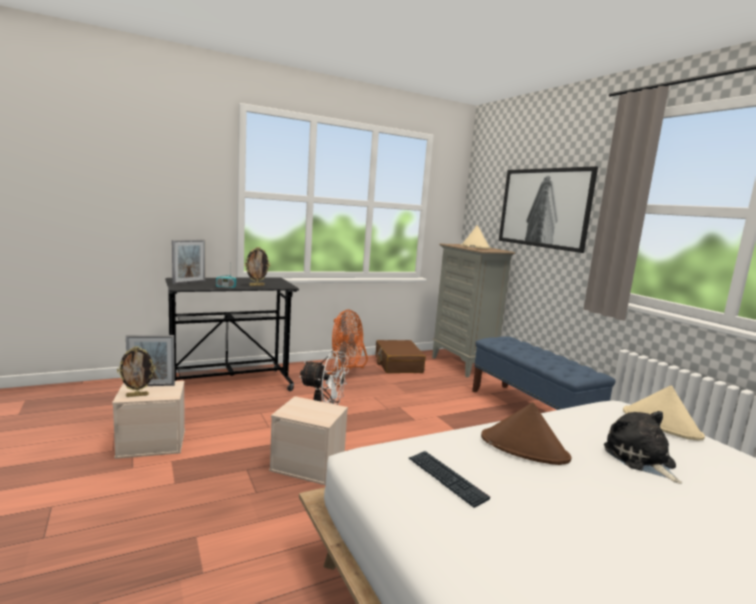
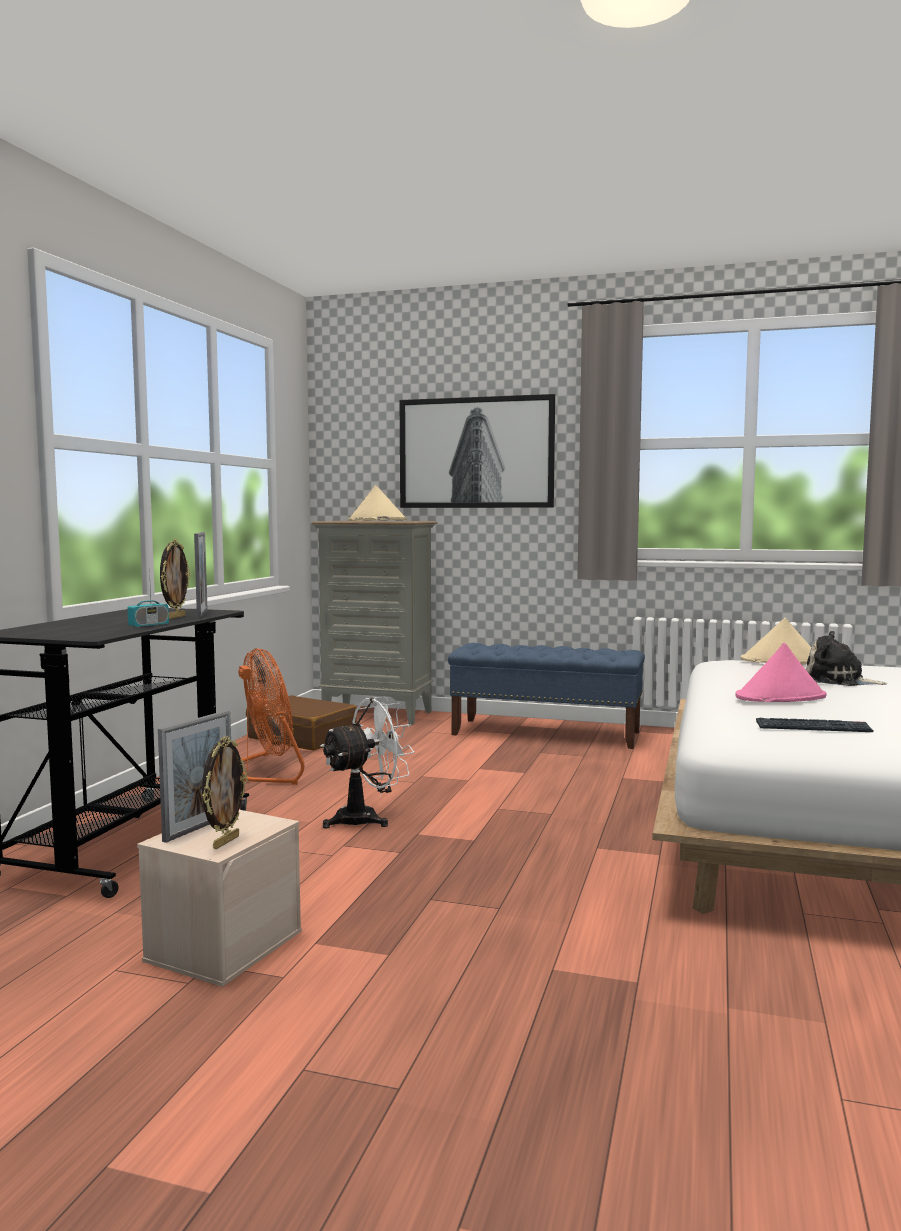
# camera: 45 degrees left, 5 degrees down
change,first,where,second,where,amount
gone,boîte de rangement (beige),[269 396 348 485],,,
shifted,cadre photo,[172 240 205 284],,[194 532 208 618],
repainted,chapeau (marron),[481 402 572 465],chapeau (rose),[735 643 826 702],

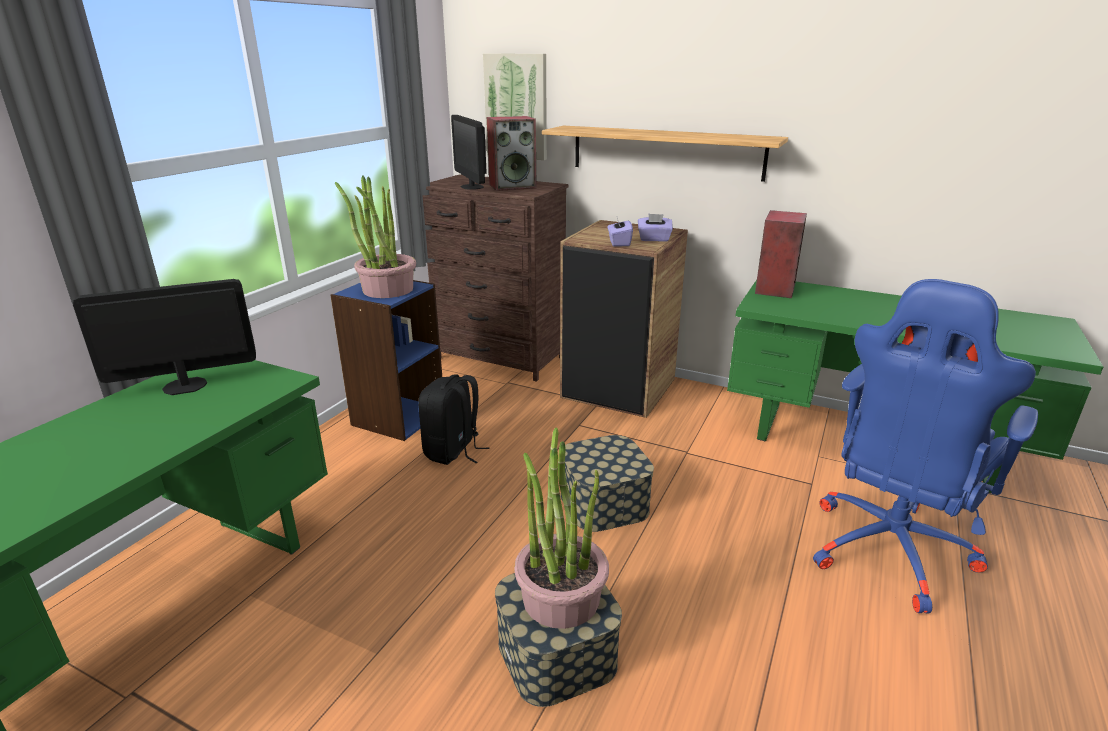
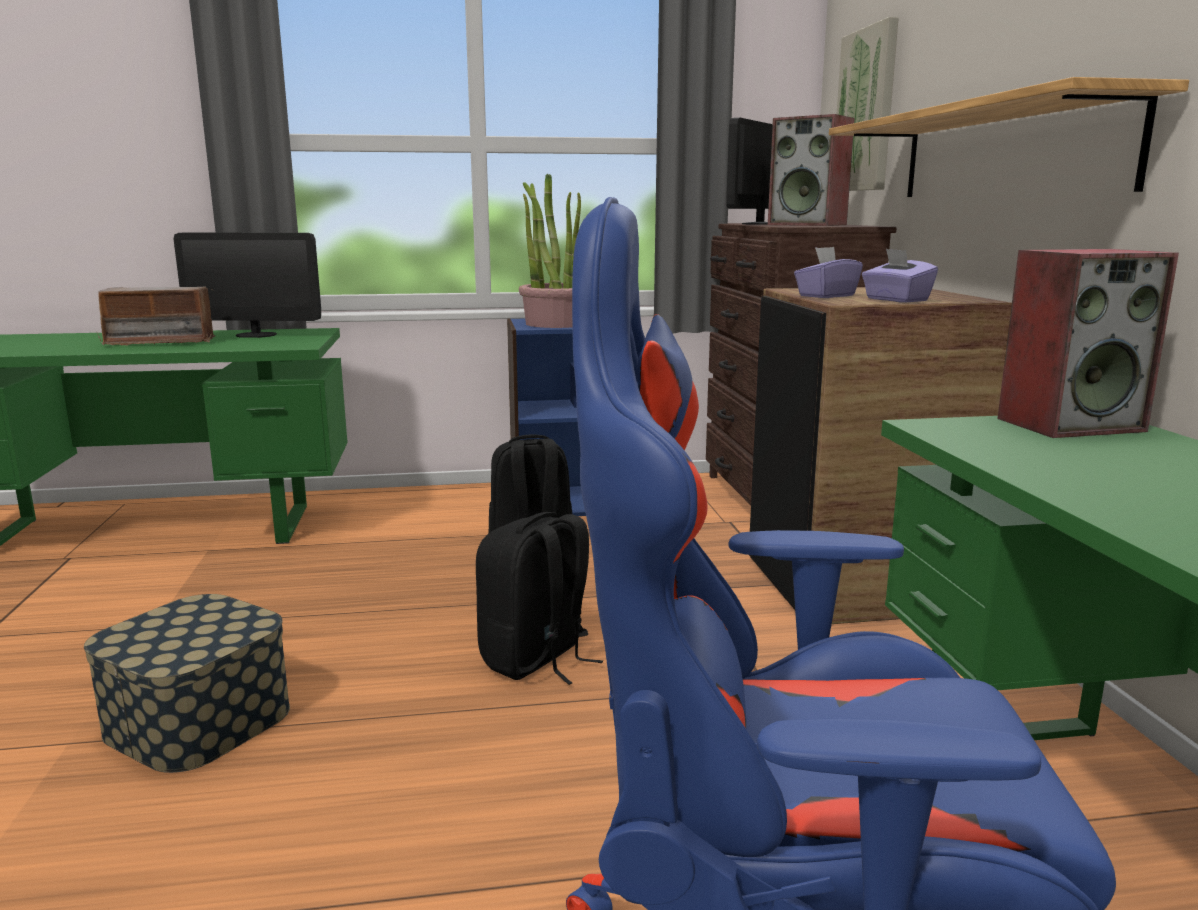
# camera: 55 degrees right, 10 degrees down
change,first,where,second,where,amount
gone,plante en pot,[514 427 609 629],,,
new,,,radio,[97 286 215 345],
swapped,boîte de rangement,[560 435 654 532],sac à dos (noir),[476 512 603 685],
rotated,écran d'ordinateur,[73 279 256 395],,[174 233 321 338],150 degrees clockwise

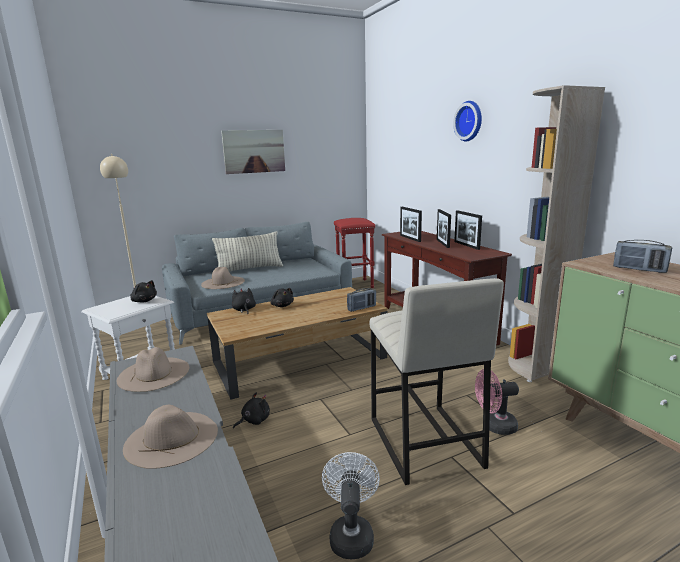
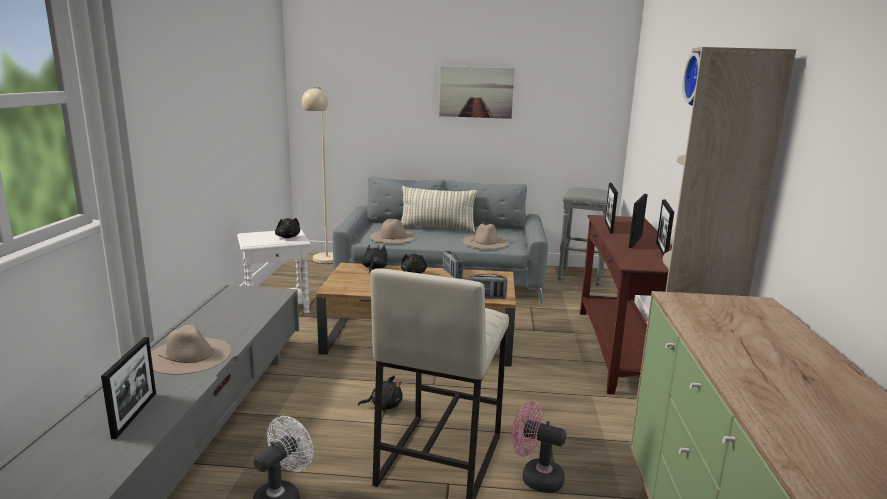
# camera: 30 degrees right, 0 degrees up
change,first,where,second,where,amount
new,,,cadre photo,[101 337 156 439],
shifted,chapeau (beige),[116 347 189 392],,[462 224 510 249],
shifted,peluche (noir),[233 392 270 429],,[358 376 403 411],
shifted,radio,[613 240 672 273],,[443 251 463 279],
repainted,tabouret (rouge),[334 218 375 288],tabouret (gris),[558 188 608 286],

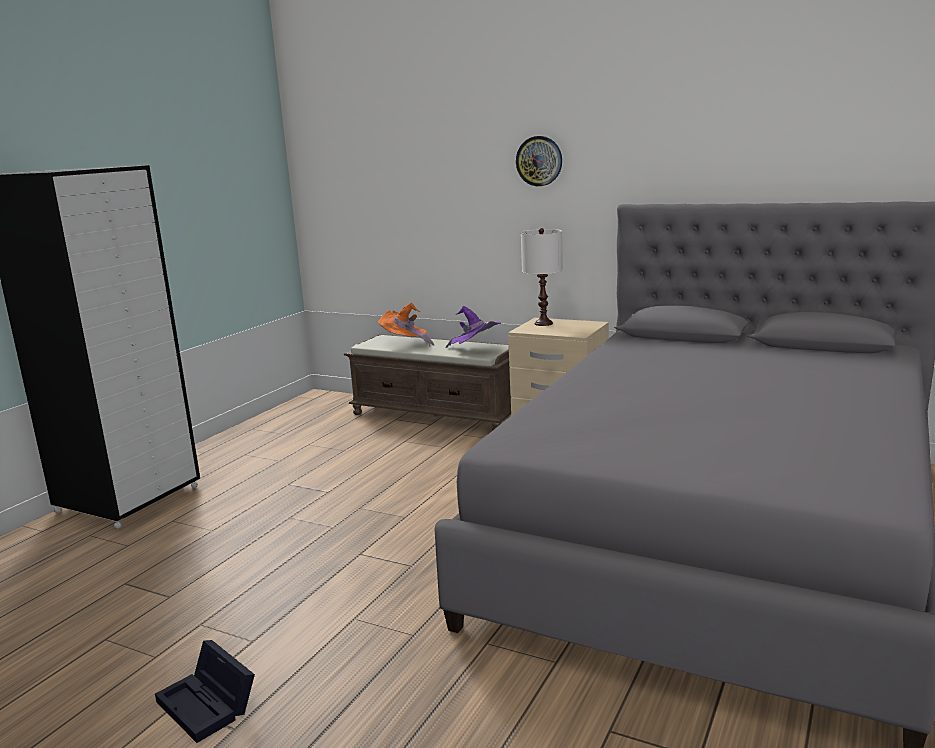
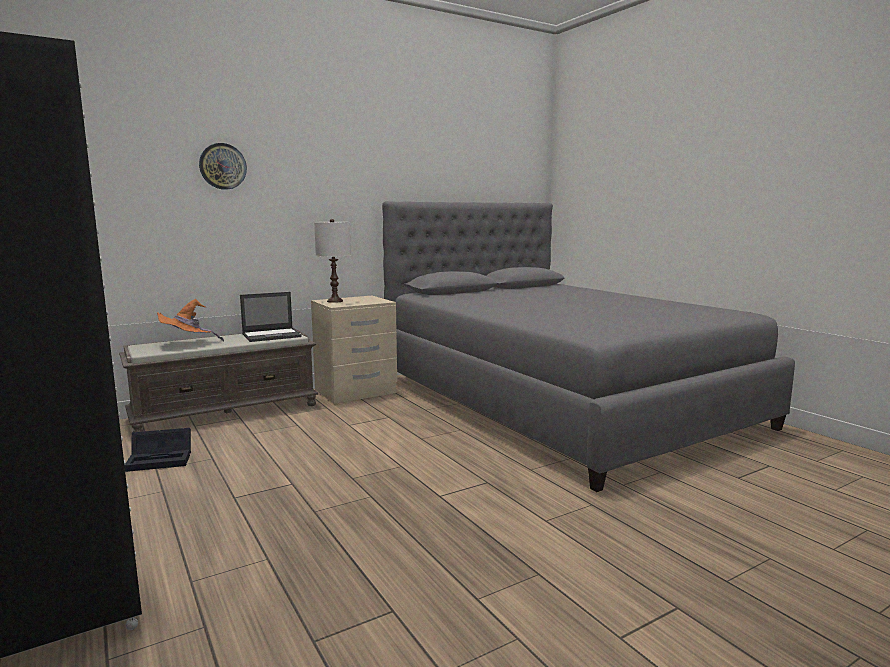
# camera: 60 degrees left, 5 degrees down
change,first,where,second,where,amount
shifted,boîte de rangement (noir),[155 640 255 743],,[124 428 191 472],
shifted,horloge murale,[516 136 562 186],,[199 143 247 190],
swapped,chapeau (violet),[445 306 501 348],ordinateur portable,[240 292 302 342],

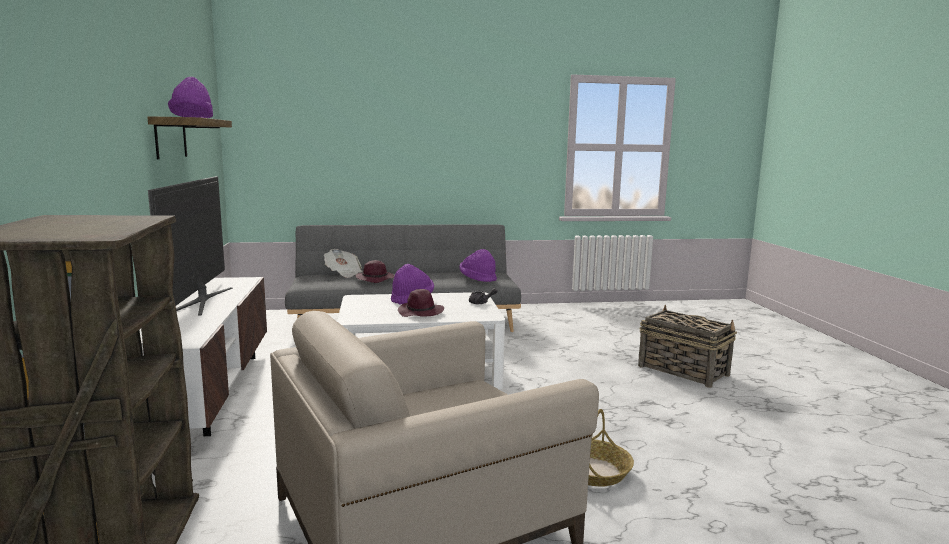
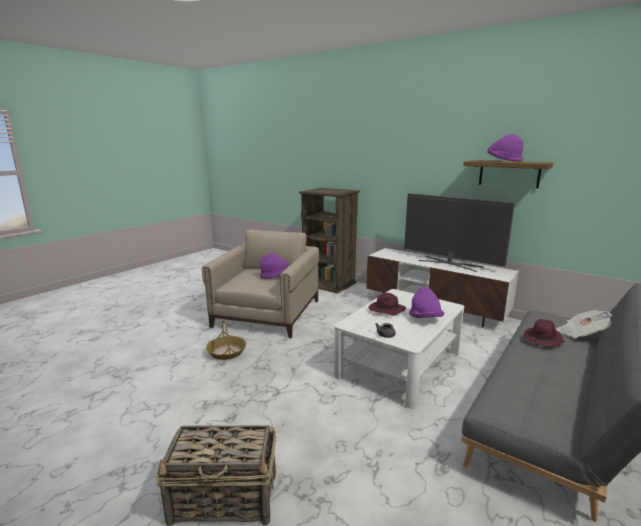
# camera: 135 degrees right, 5 degrees up
change,first,where,second,where,amount
shifted,chapeau (violet),[459 249 497 282],,[260 253 290 279],

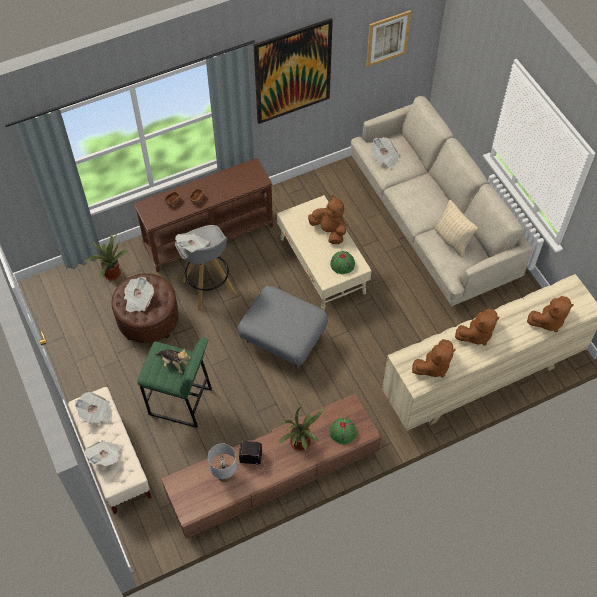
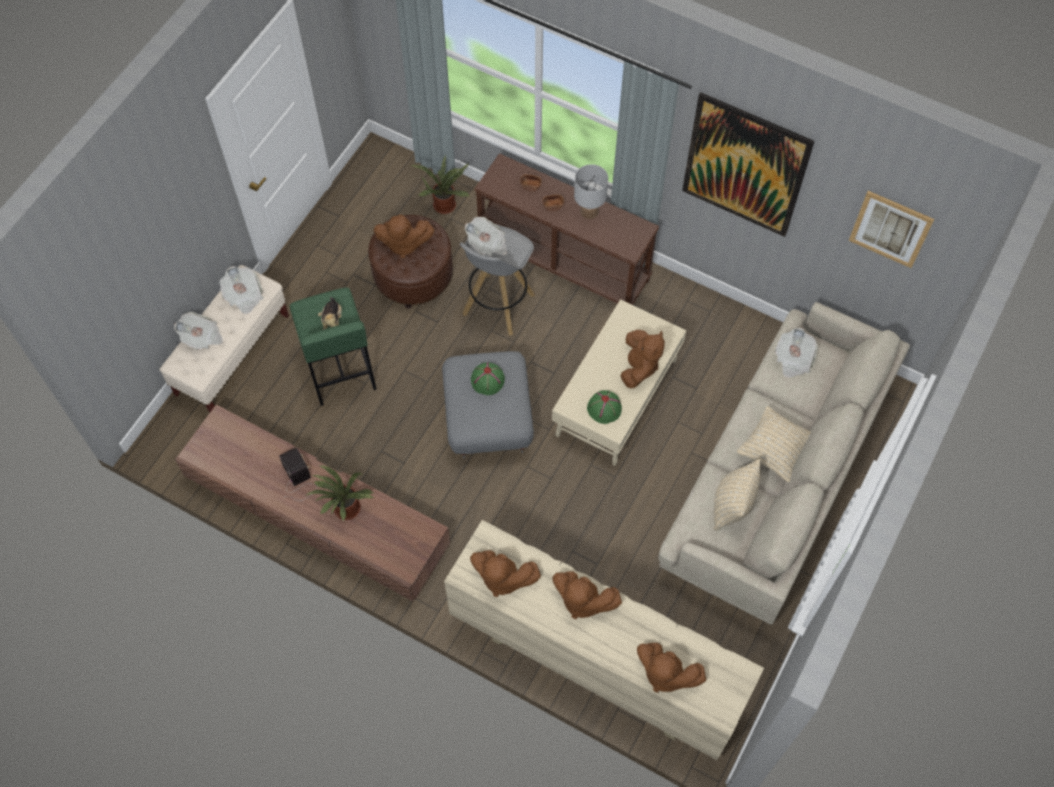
# camera: 55 degrees right, 5 degrees up
change,first,where,second,where,amount
new,,,coussin (beige),[737 406 811 482],
shifted,lampe de table (gris),[208 444 237 482],,[574 164 608 219],
shifted,chapeau (vert),[329 418 357 444],,[471 362 505 395],
swapped,journal,[124 277 154 312],peluche (marron),[374 214 434 258],

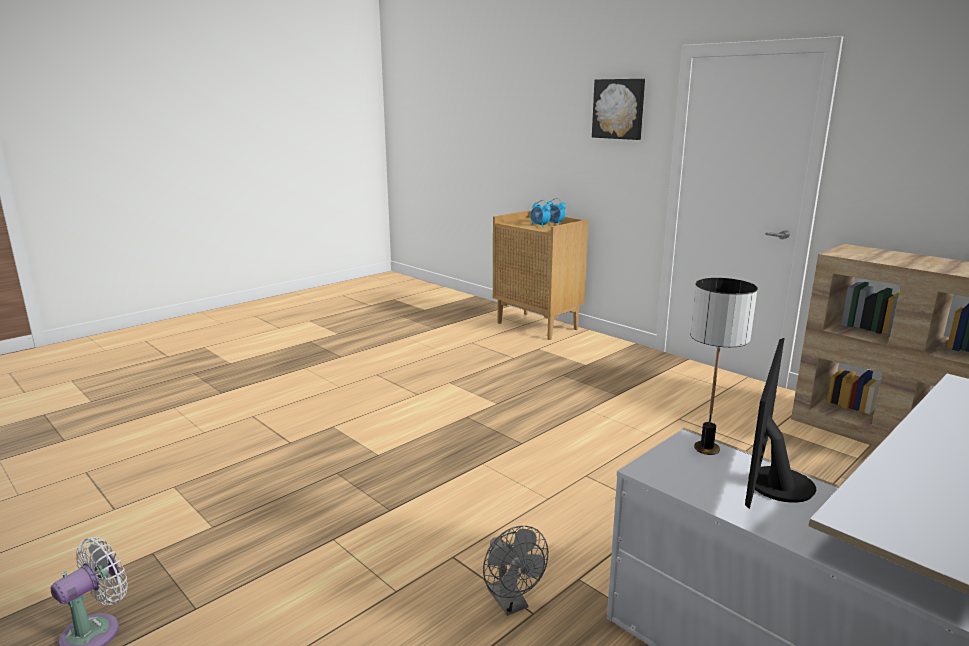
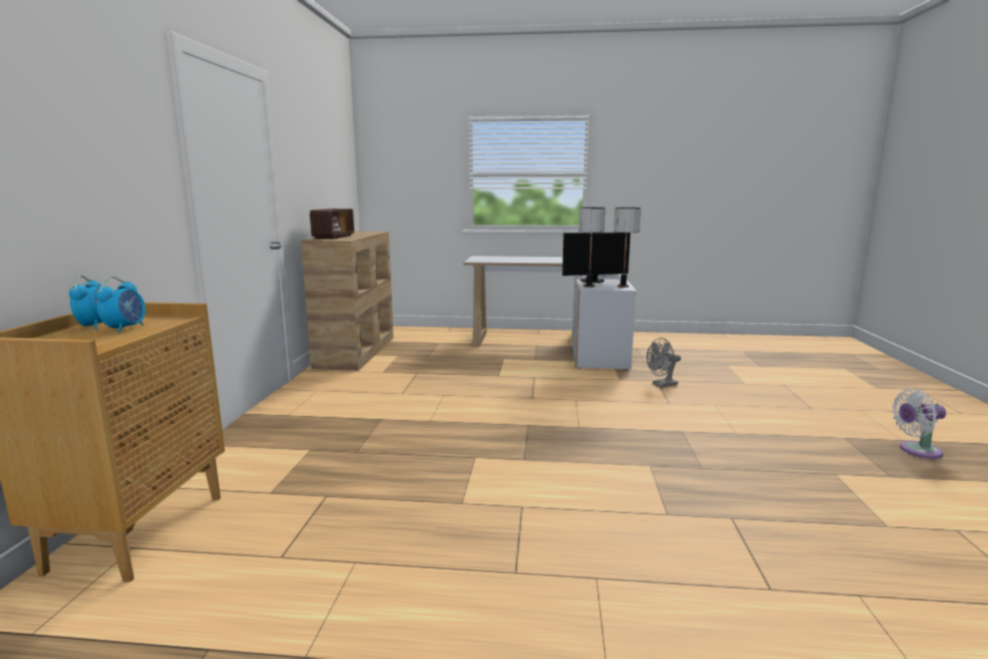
# camera: 130 degrees left, 5 degrees down
change,first,where,second,where,amount
gone,tableau,[592 79 645 140],,,
new,,,radio,[310 209 354 239],
new,,,lampe de table,[614 207 641 288],
rotated,ventilateur (gris),[483 526 548 616],,[646 338 681 387],135 degrees counterclockwise

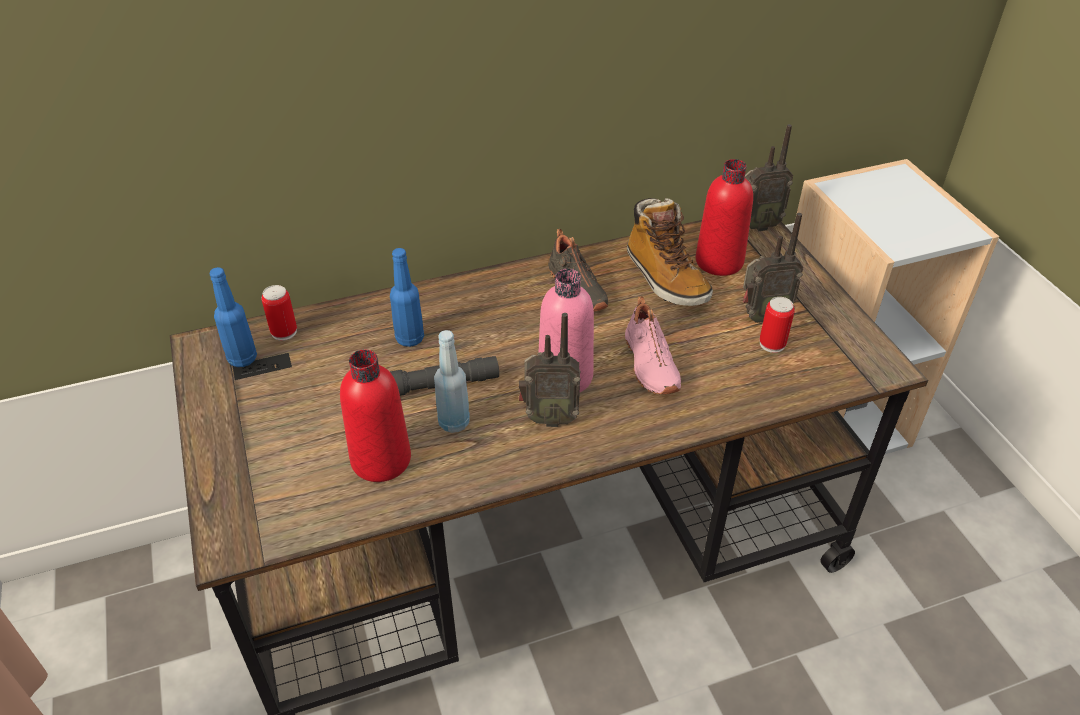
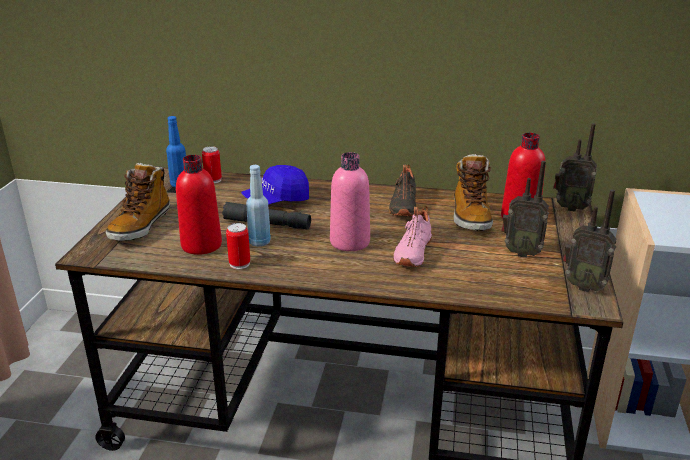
# camera: 30 degrees right, 15 degrees down
change,first,where,second,where,amount
new,,,botte,[106 163 170 242],
shifted,radio,[519 313 581 427],,[563 189 617 292],
shifted,boîte métallique,[759 297 795 353],,[226 223 250 269],
swapped,bouteille (bleu),[390 248 424 347],casquette (bleu),[241 165 309 205],

